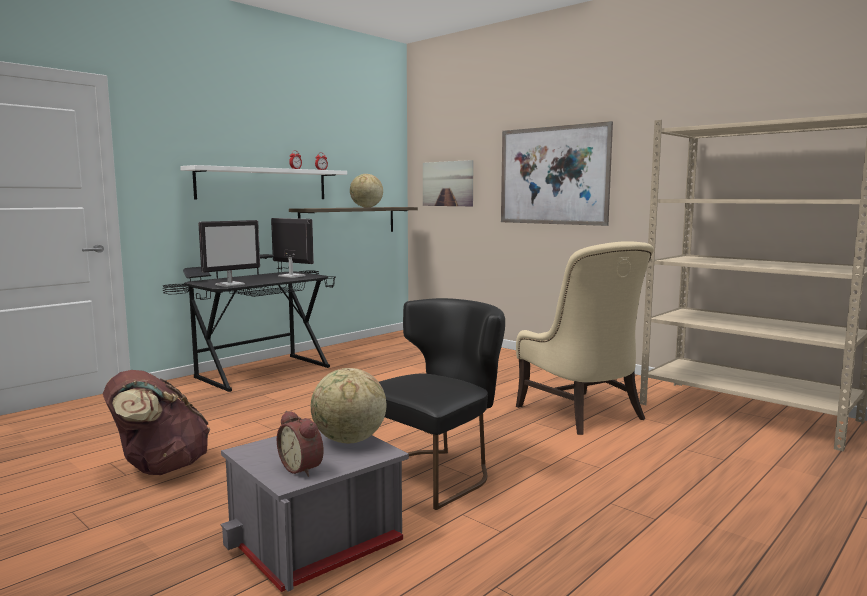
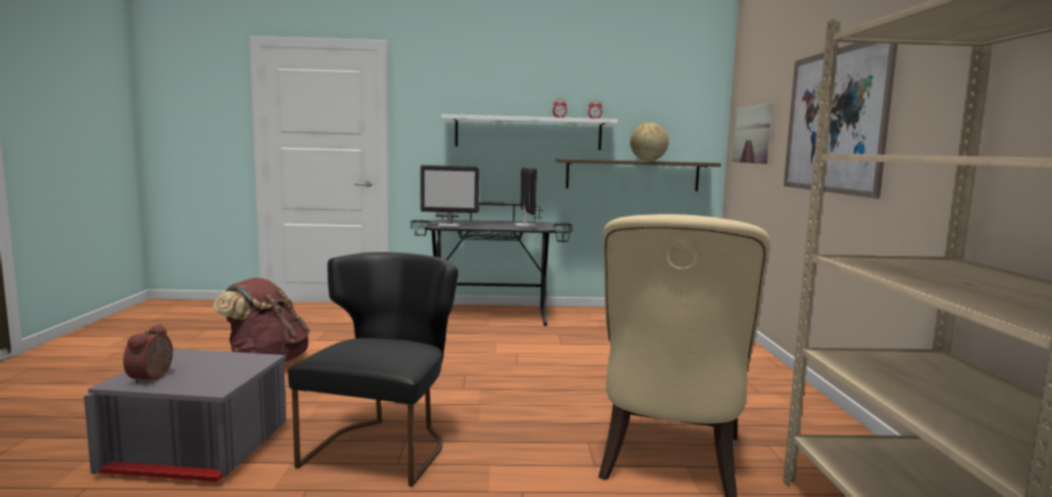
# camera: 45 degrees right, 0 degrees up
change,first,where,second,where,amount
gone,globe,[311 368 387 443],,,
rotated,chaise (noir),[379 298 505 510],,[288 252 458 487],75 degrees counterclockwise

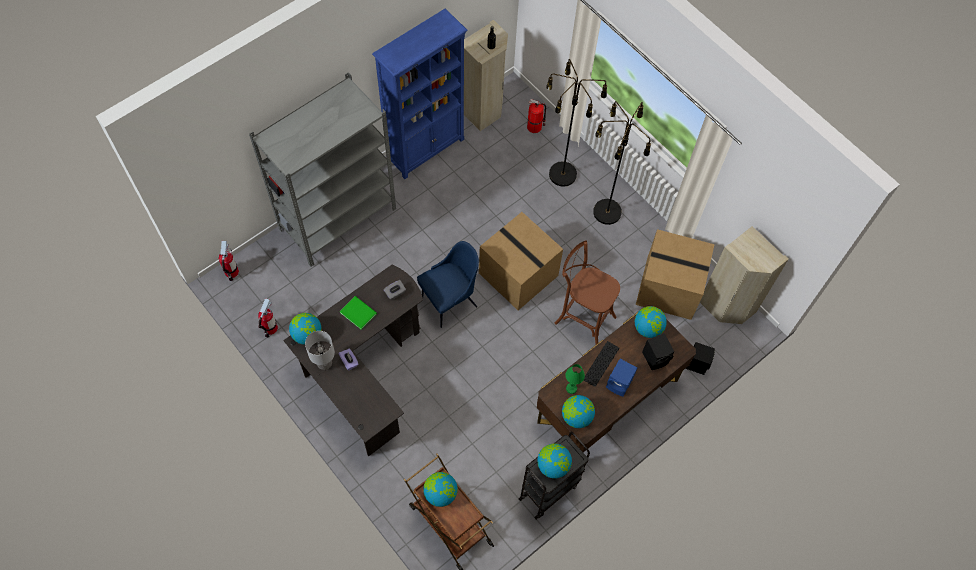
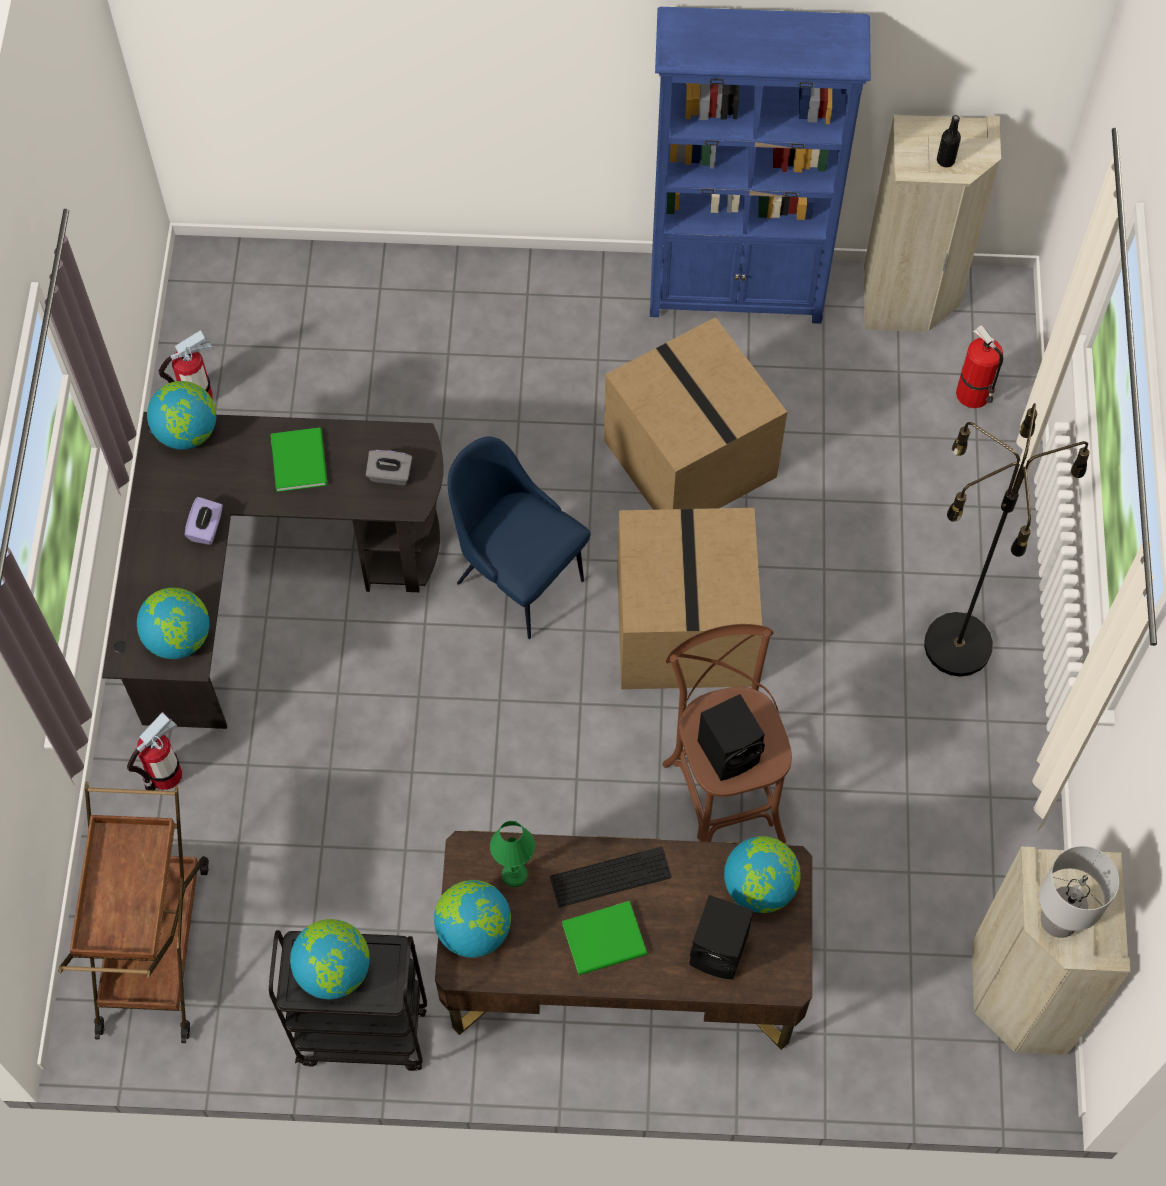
# camera: 45 degrees right, 0 degrees up
change,first,where,second,where,amount
gone,bibliothèque (gris),[249 72 396 267],,,
gone,lampadaire,[546 59 607 187],,,
shifted,extincteur,[219 241 239 281],,[127 712 182 790],
shifted,lampe de table (gris),[305 331 335 370],,[1039 846 1119 938],
shifted,globe,[423 472 458 507],,[137 588 210 659],
shifted,carton,[636 229 715 320],,[604 317 787 510],
shifted,enceinte (noir),[685 342 715 375],,[698 694 765 781],
swapped,enceinte (bleu),[606 359 637 397],livre (vert),[562 901 647 975],
rotated,chaise (bleu),[417 241 479 328],,[448 437 591 639],150 degrees counterclockwise

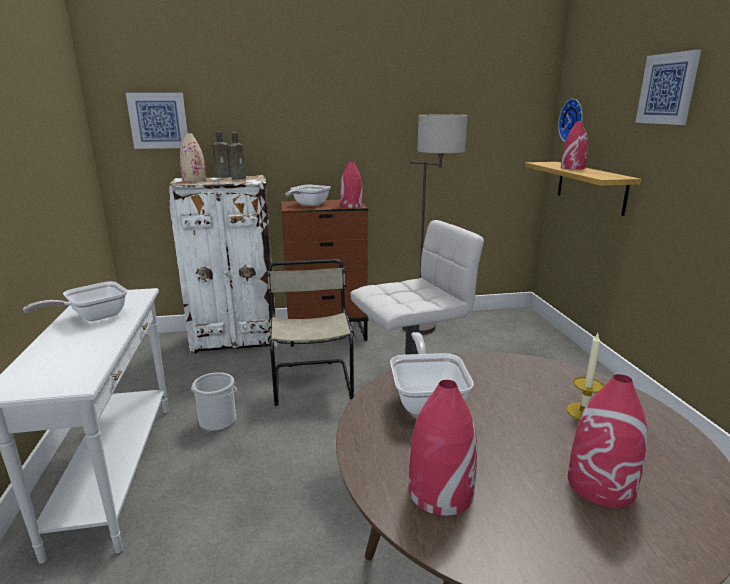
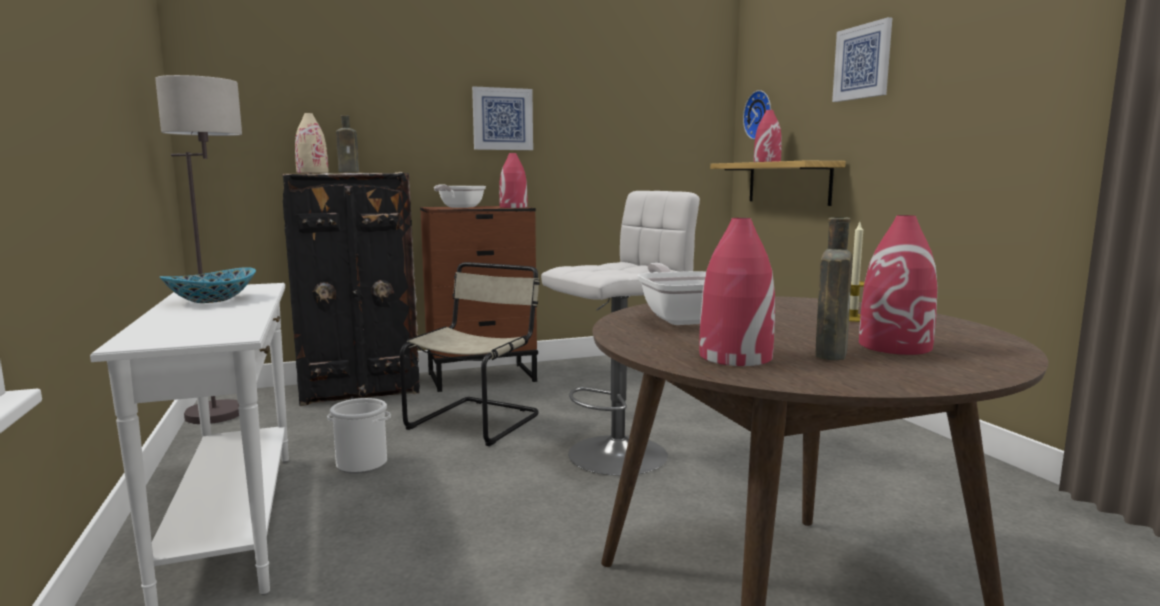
# camera: 10 degrees left, 10 degrees down
change,first,where,second,where,amount
shifted,tableau,[126 93 188 149],,[472 86 533 150],
shifted,bouteille (marron),[229 132 246 180],,[816 217 852 360],
shifted,lampadaire (gris),[402 115 467 335],,[155 75 242 424],
swapped,poêle,[23 281 128 321],bol,[160 267 256 303],
repainted,meuble de rangement (blanc),[169 175 278 354],meuble de rangement (noir),[282 172 420 406],
rotated,chaise (beige),[266 259 354 406],,[400 262 540 446],45 degrees clockwise

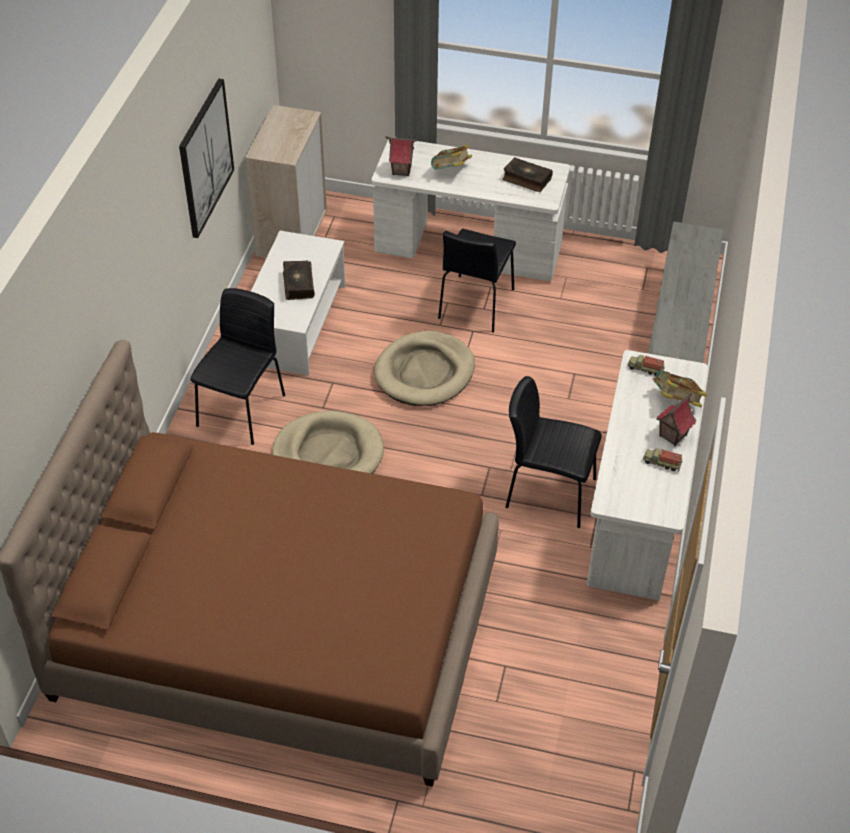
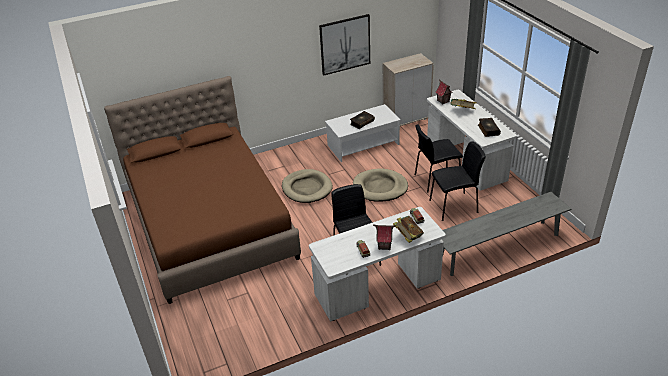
# camera: 55 degrees right, 10 degrees down
change,first,where,second,where,amount
shifted,chaise (noir),[191 288 285 445],,[429 141 486 221],

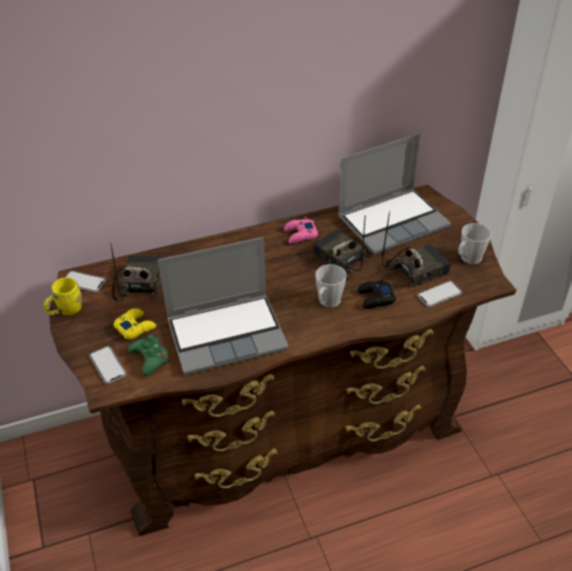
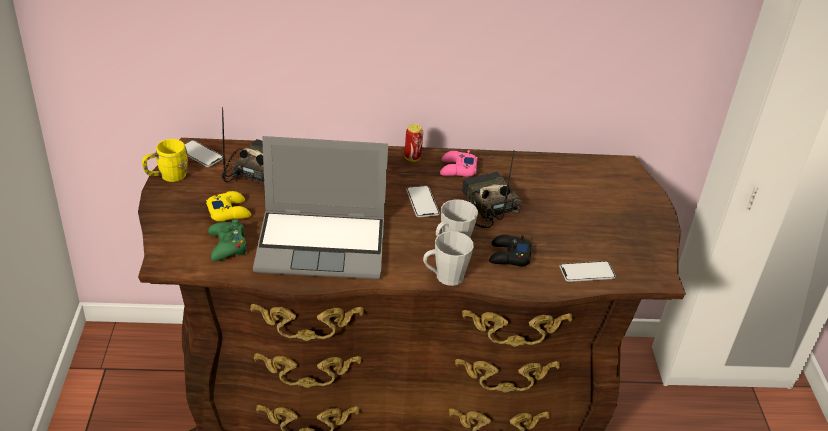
# camera: 15 degrees right, 5 degrees down
change,first,where,second,where,amount
gone,ordinateur portable,[338 133 451 255],,,
gone,radio,[382 211 451 287],,,
new,,,boîte métallique,[405 124 423 162],
shifted,téléphone,[89 346 127 384],,[406 185 440 217],
shifted,mug (gris),[458 223 492 264],,[423 231 473 286],

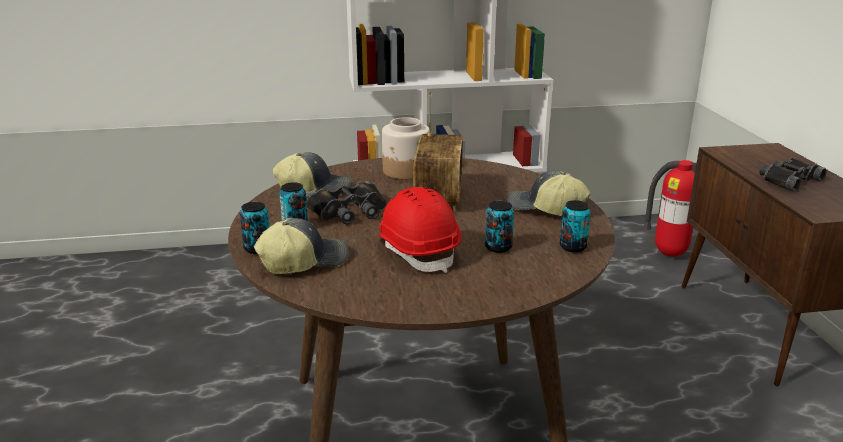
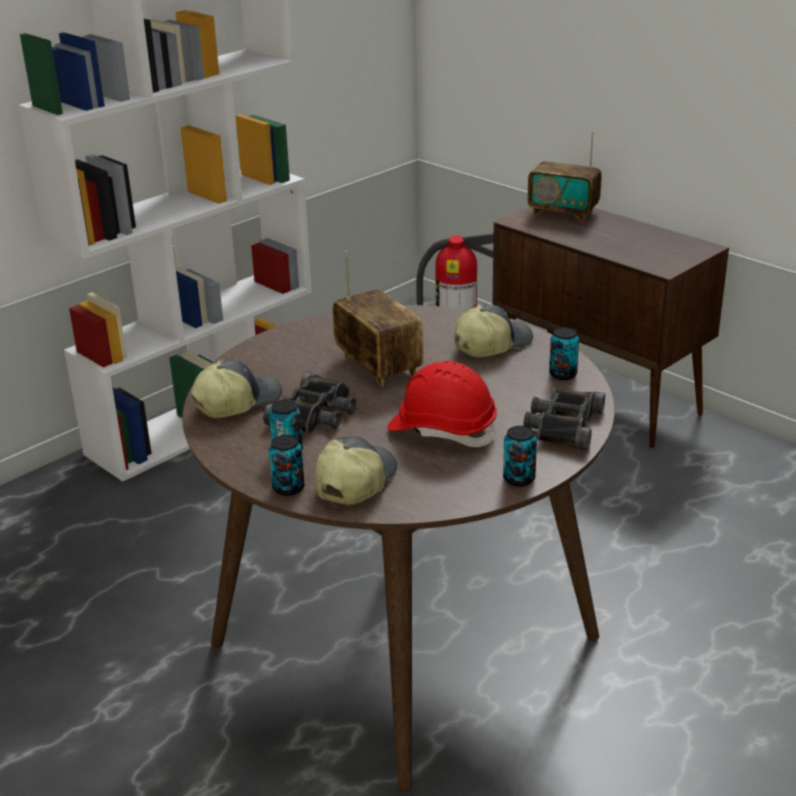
# camera: 35 degrees left, 5 degrees up
change,first,where,second,where,amount
gone,bocal,[382 117 429 179],,,
new,,,radio,[527 132 602 222],
shifted,boîte métallique,[485 201 514 253],,[503 426 537 487],
shifted,jumelles (noir),[759 158 827 192],,[523 387 605 451],
rotated,casquette,[508 171 591 216],,[454 304 533 357],150 degrees clockwise

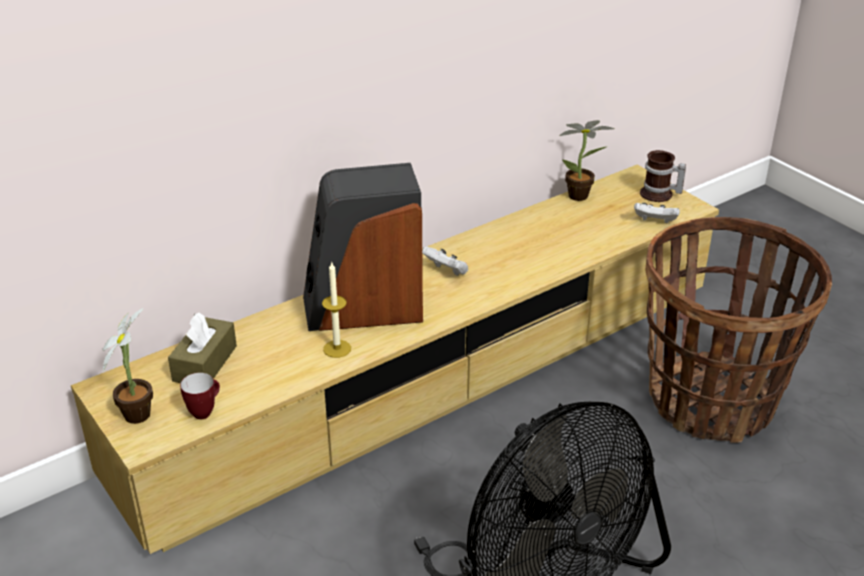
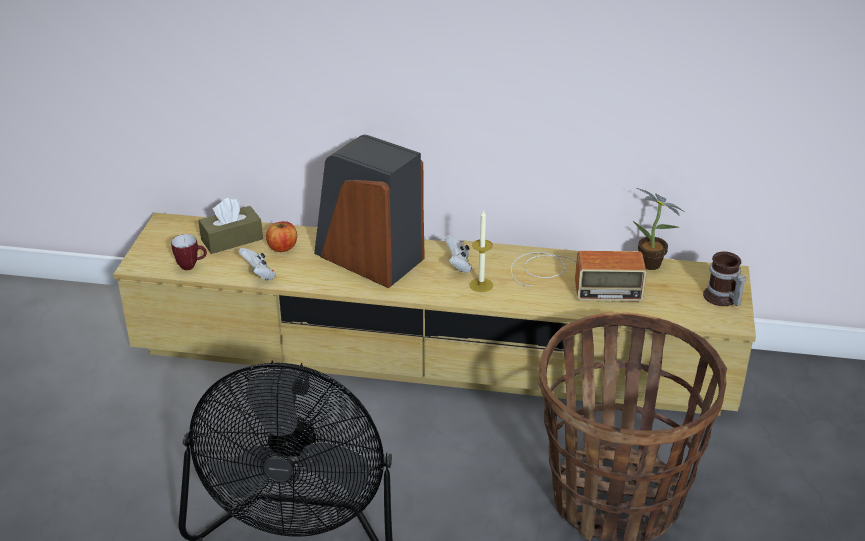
# camera: 45 degrees right, 0 degrees up
change,first,where,second,where,amount
gone,plante en pot,[102 308 153 424],,,
new,,,pomme,[266 221 297 252],
new,,,radio,[511 251 647 301],
shifted,bougie,[322 261 351 358],,[470 210 493 292],
shifted,manette (blanc),[634 203 680 223],,[239 248 276 280],

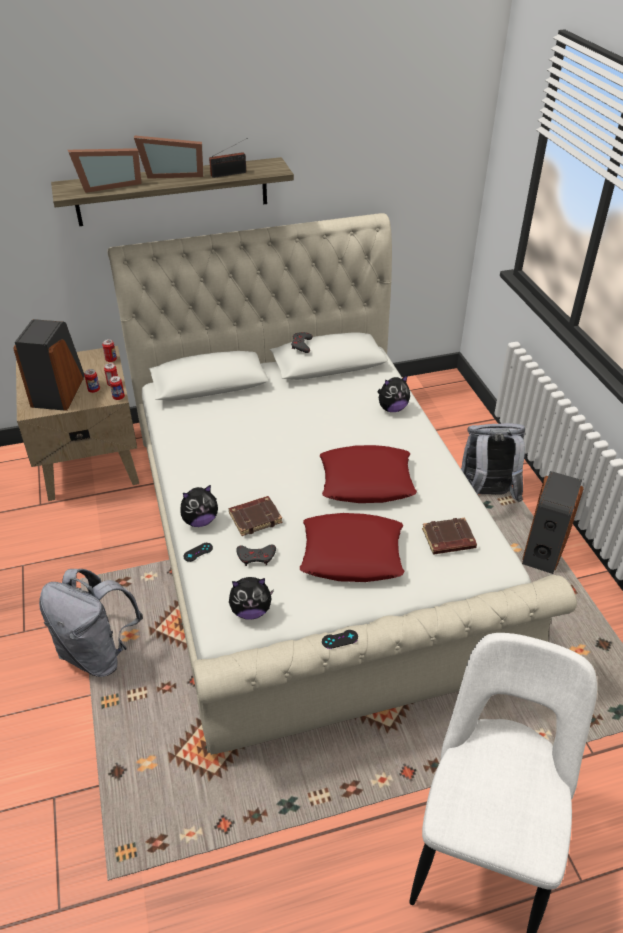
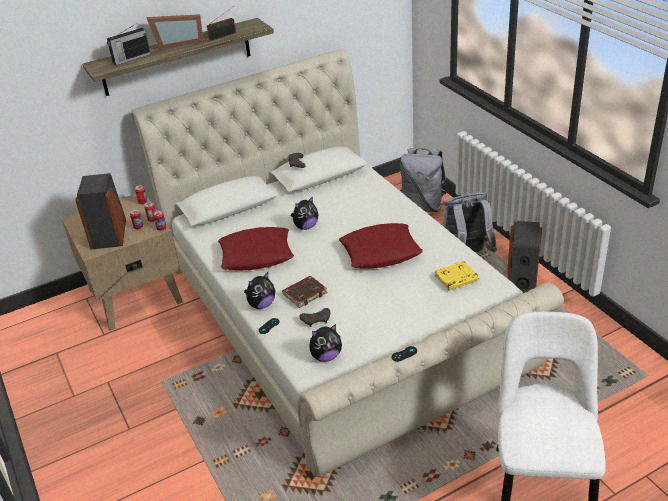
# camera: 10 degrees left, 5 degrees down
change,first,where,second,where,amount
shifted,sac à dos (gris),[39 569 143 677],,[400 147 447 212],
shifted,coussin (rouge),[300 513 405 582],,[218 227 294 270],
shifted,peluche,[378 375 410 412],,[291 196 319 230],
swapped,cadre photo,[68 148 142 193],radio,[107 25 150 65],
repainted,livre (marron),[422 518 477 554],livre (jaune),[434 261 479 291],

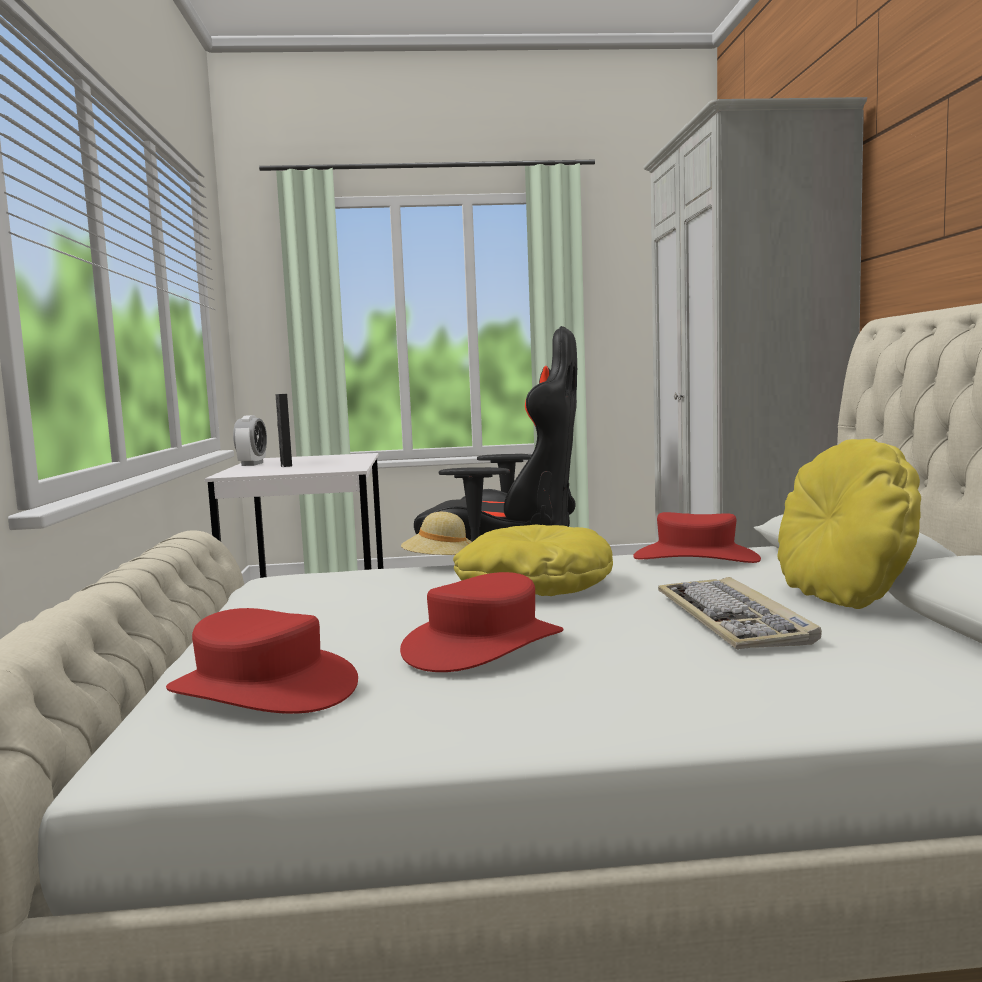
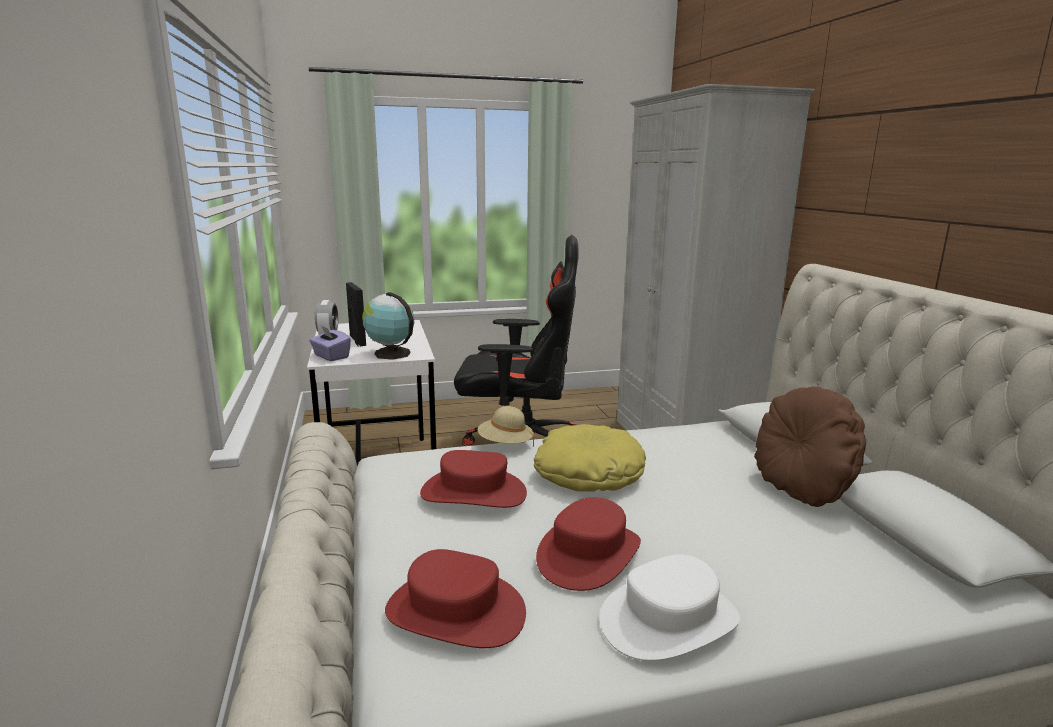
# camera: 10 degrees left, 10 degrees up
change,first,where,second,where,amount
gone,clavier,[658 577 822 649],,,
new,,,boîte à mouchoirs (violet),[309 326 351 361],
new,,,globe,[362 292 415 360],
new,,,chapeau (blanc),[600 554 740 661],
shifted,chapeau (rouge),[633 512 761 563],,[420 450 527 508],
repainted,coussin (jaune),[778 439 921 609],coussin (marron),[754 386 866 507],

